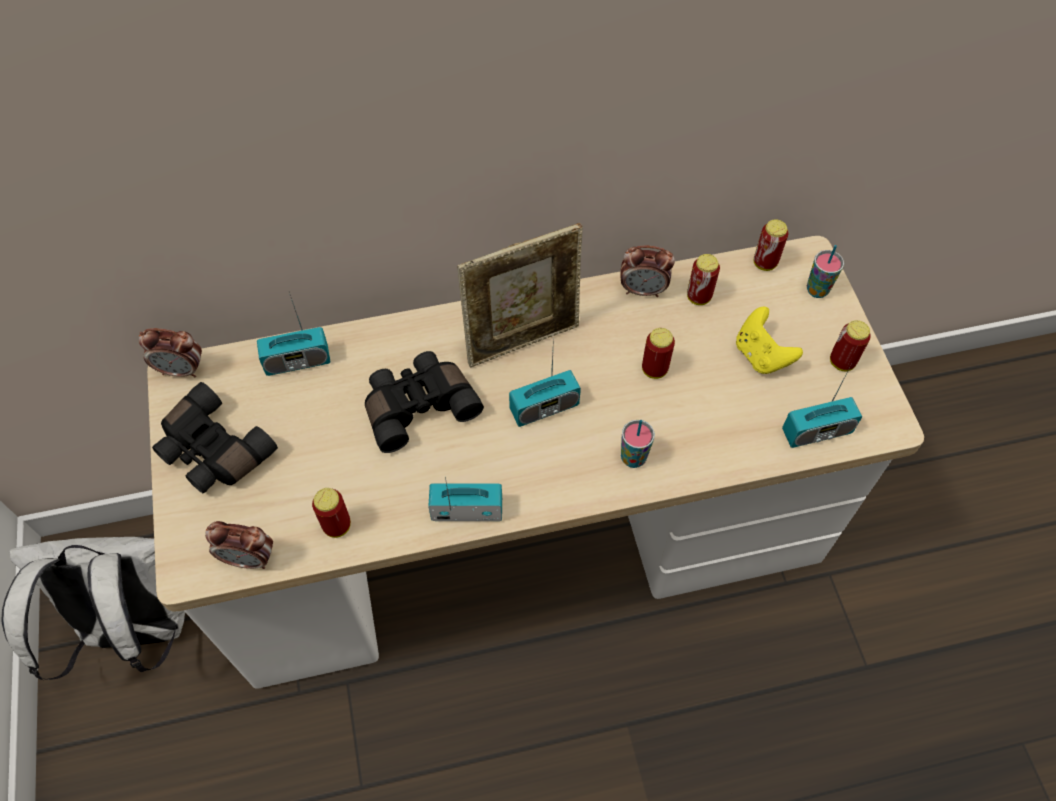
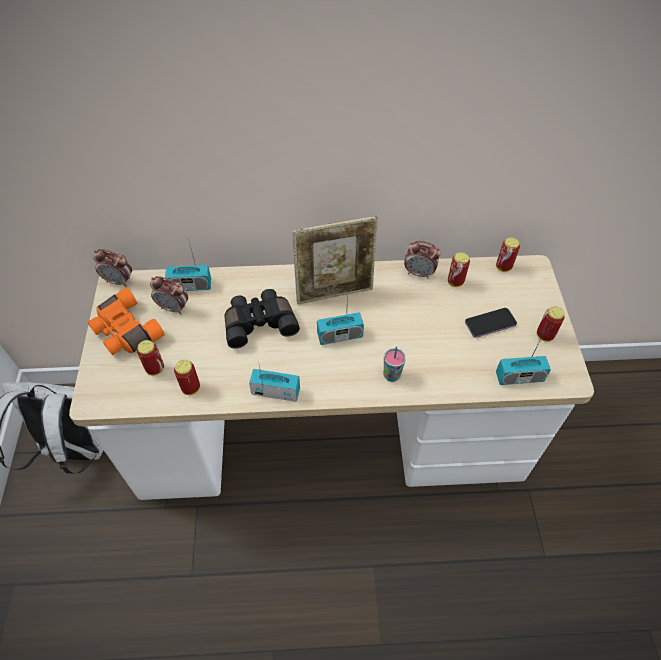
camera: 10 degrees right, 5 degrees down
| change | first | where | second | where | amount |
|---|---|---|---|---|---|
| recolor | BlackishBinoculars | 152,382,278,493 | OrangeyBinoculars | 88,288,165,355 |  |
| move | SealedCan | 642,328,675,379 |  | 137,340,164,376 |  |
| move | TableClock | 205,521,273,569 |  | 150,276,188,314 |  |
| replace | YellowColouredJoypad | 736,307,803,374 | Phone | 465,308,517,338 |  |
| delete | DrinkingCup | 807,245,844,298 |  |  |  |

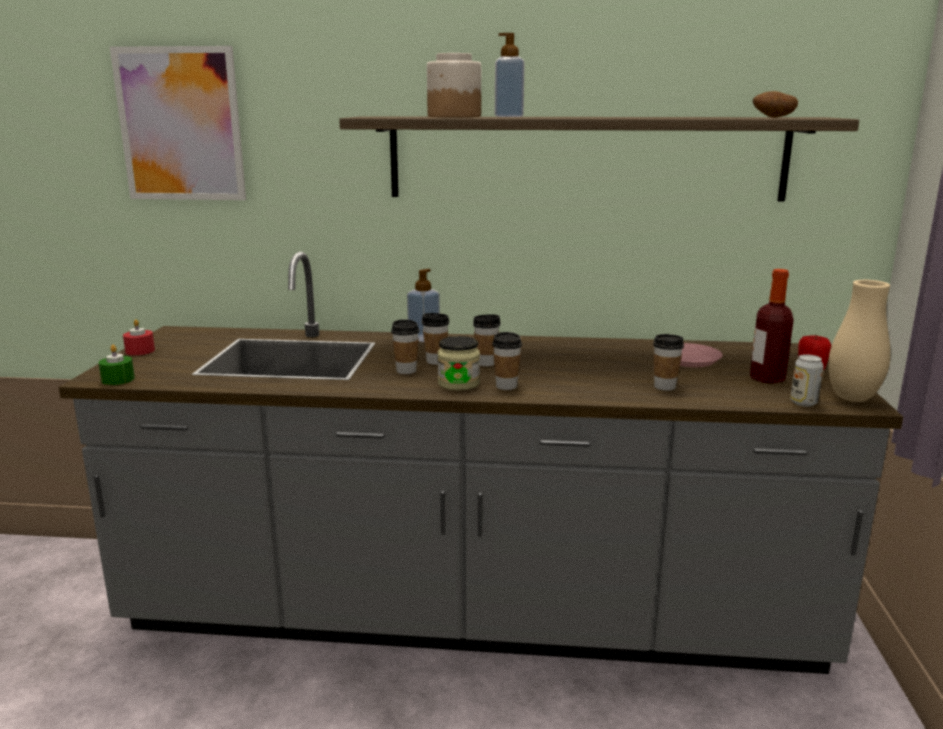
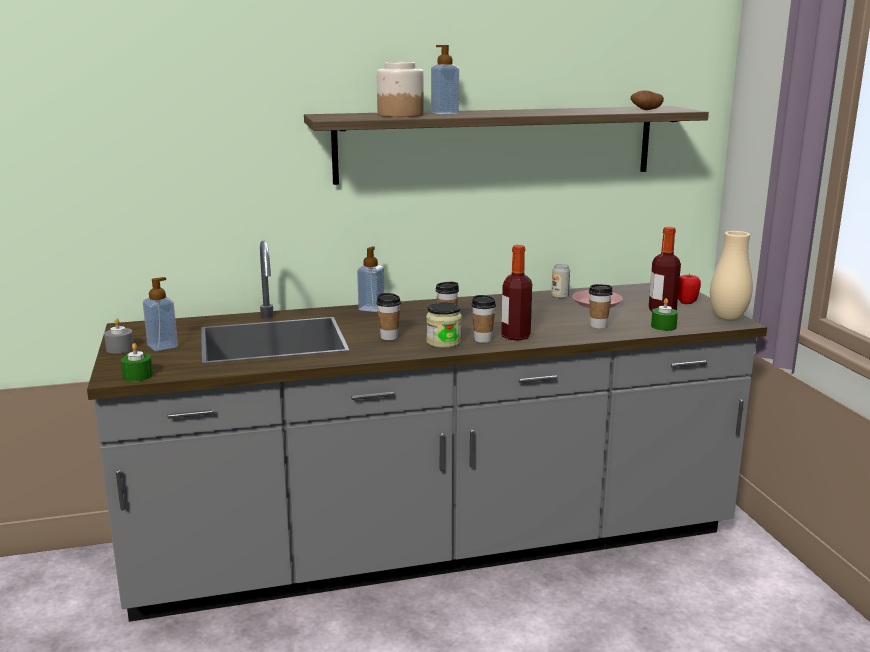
camera: 20 degrees left, 0 degrees up
| change | first | where | second | where | amount |
|---|---|---|---|---|---|
| recolor | ReddishWaxCandle | 123,319,155,355 | GrayWaxCandle | 104,318,134,354 |  |
| insert |  |  | LiquidSoapBottle | 143,277,178,351 |  |
| insert |  |  | DrinkBottle | 501,245,532,341 |  |
| move | SealedCan | 790,354,824,407 |  | 551,264,570,299 |  |
| insert |  |  | GreenColouredWaxCandle | 651,298,678,331 |  |
| delete | Picture | 110,46,246,200 |  |  |  |
| delete | DrinkingCup | 422,313,449,365 |  |  |  |

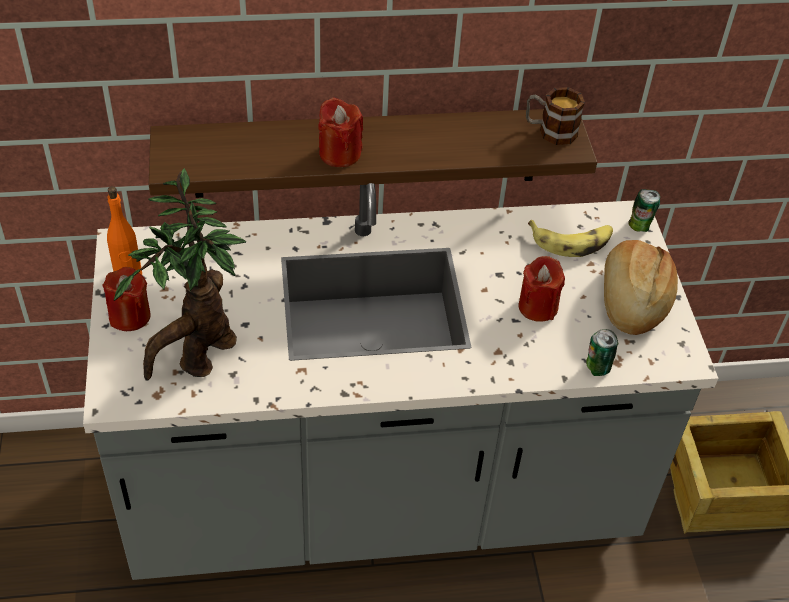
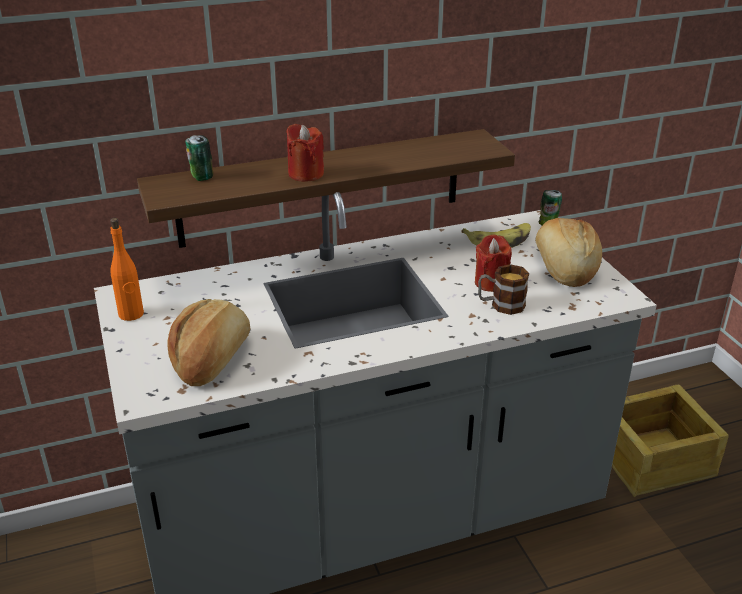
camera: 10 degrees left, 15 degrees down
| change | first | where | second | where | amount |
|---|---|---|---|---|---|
| replace | Houseplant | 114,168,246,381 | Bread | 168,299,250,386 |  |
| move | SealedCan | 586,329,618,376 |  | 185,135,213,181 |  |
| move | TeaMug | 526,87,585,145 |  | 478,264,529,315 |  |
| delete | ReddishWaxCandle | 102,267,151,331 |  |  |  |

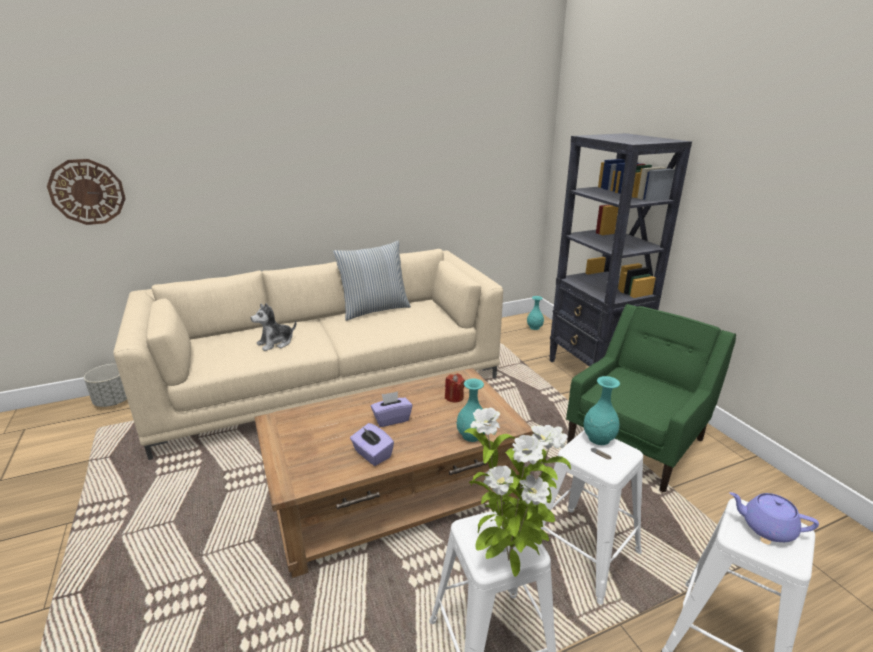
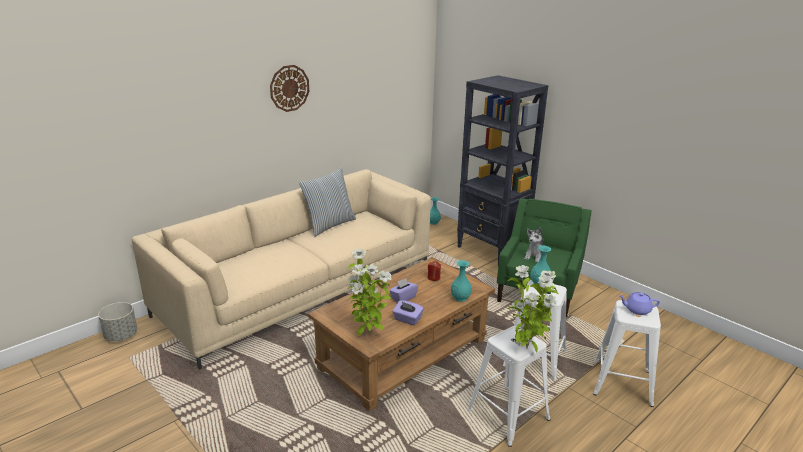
camera: 20 degrees left, 0 degrees up
| change | first | where | second | where | amount |
|---|---|---|---|---|---|
| move | HangingClock | 47,159,126,225 |  | 270,65,309,112 |  |
| insert |  |  | Houseplant | 347,248,392,335 |  |
| move | CuddlyToy | 250,303,296,351 |  | 524,227,547,263 |  |

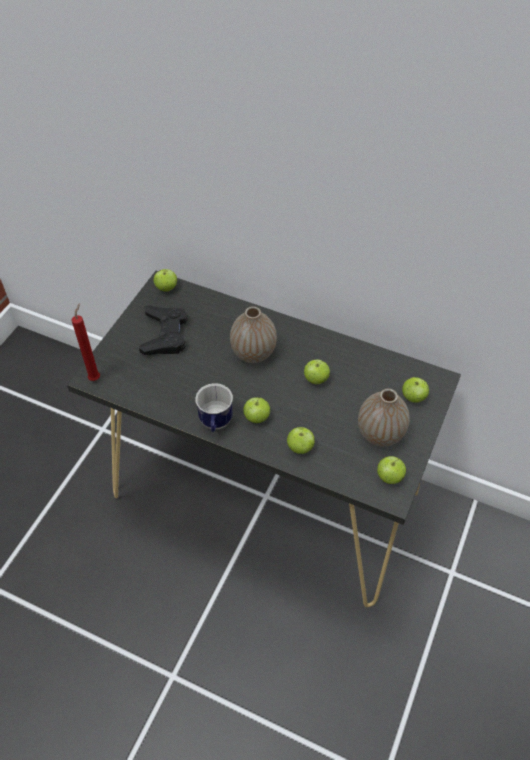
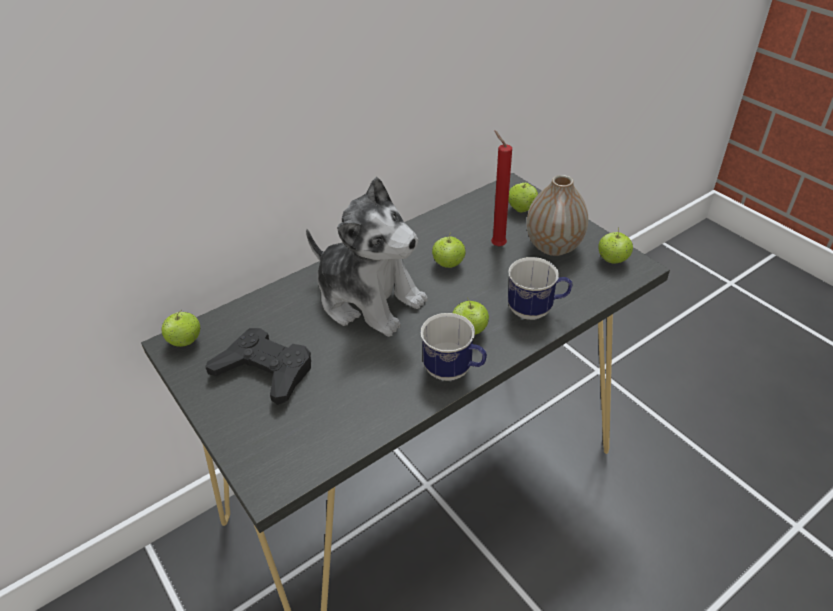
camera: 60 degrees left, 10 degrees down
| change | first | where | second | where | amount |
|---|---|---|---|---|---|
| replace | FlowerVase | 230,306,277,363 | CuddlyToy | 306,177,428,337 |  |
| move | ReddishWaxCandle | 71,303,100,381 |  | 491,130,512,247 |  |
| replace | Apple | 287,427,315,454 | TeaMug | 508,257,573,320 |  |

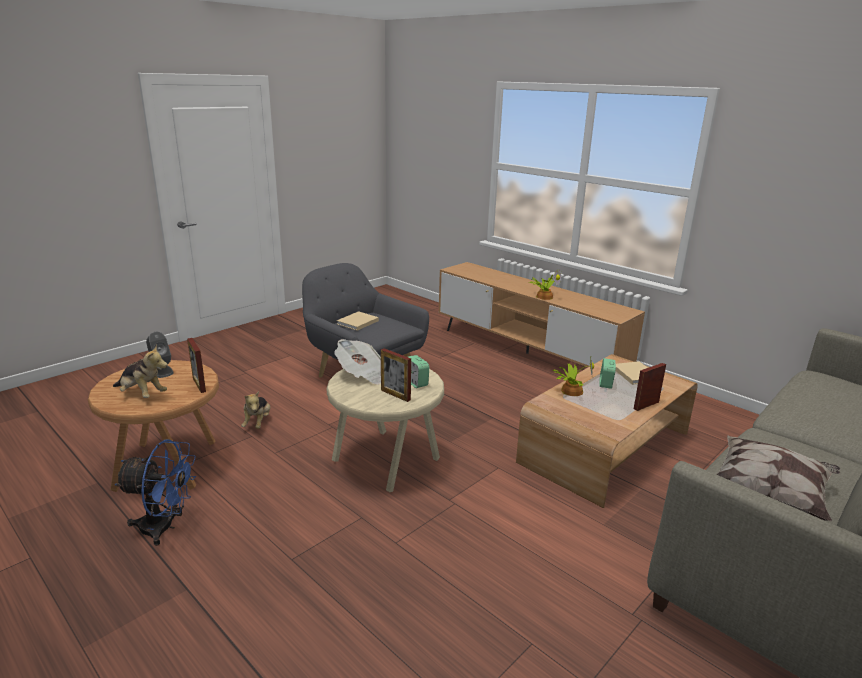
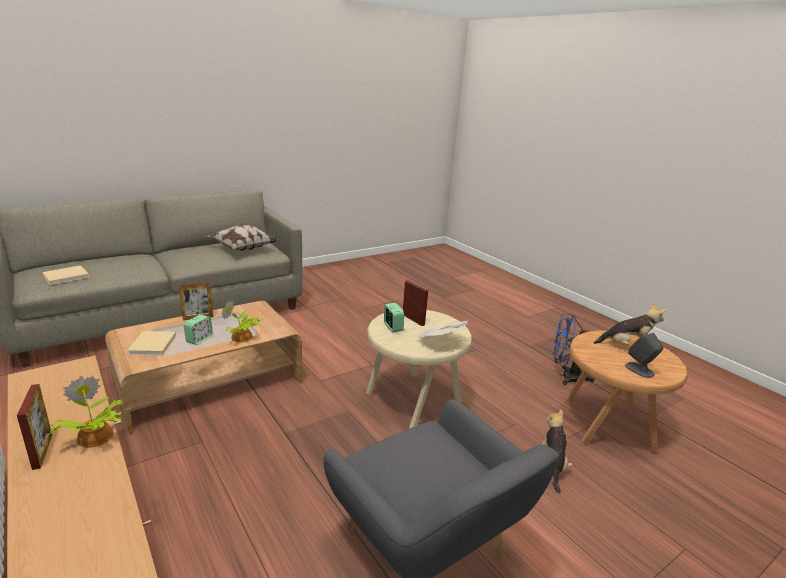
camera: 170 degrees left, 0 degrees up
| change | first | where | second | where | amount |
|---|---|---|---|---|---|
| move | StandingFrame | 187,338,206,393 |  | 17,384,52,470 |  |
| move | BeigeBoundBook | 337,311,379,331 |  | 42,265,89,285 |  |
| rotate | CuddlyToy | 113,344,168,398 |  | 594,302,666,346 | 150 degrees clockwise |

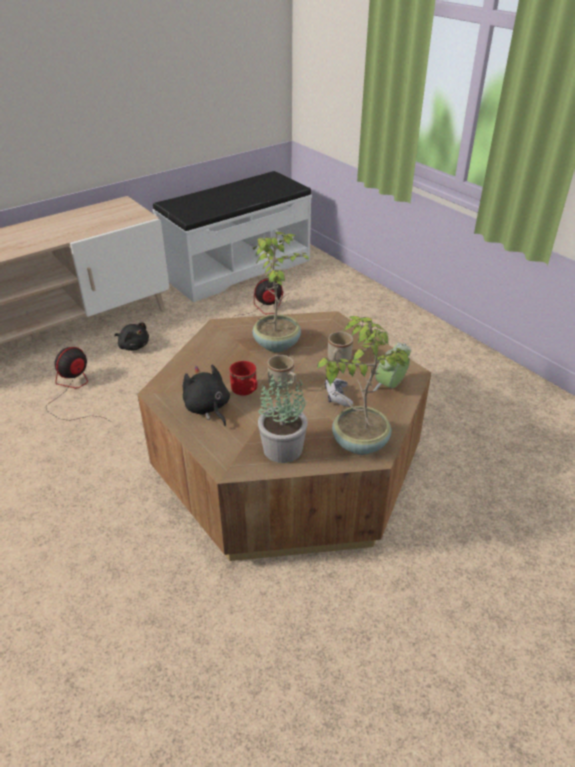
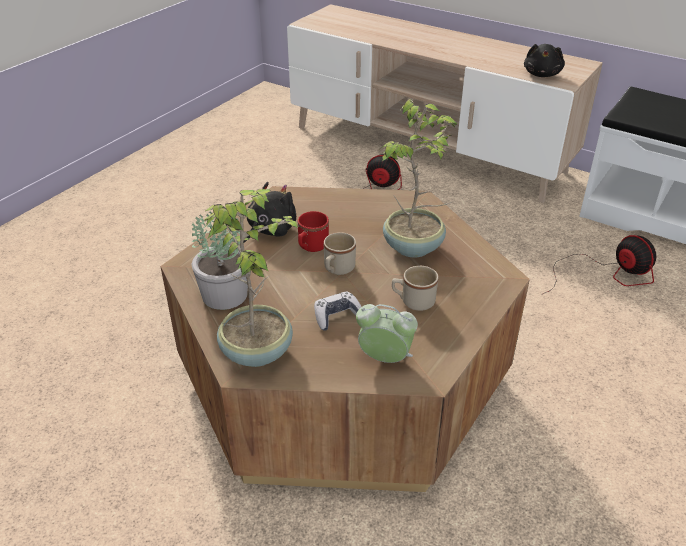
camera: 70 degrees right, 0 degrees up
| change | first | where | second | where | amount |
|---|---|---|---|---|---|
| move | BlackishCuddlyToy | 115,322,149,351 |  | 524,44,565,77 |  |

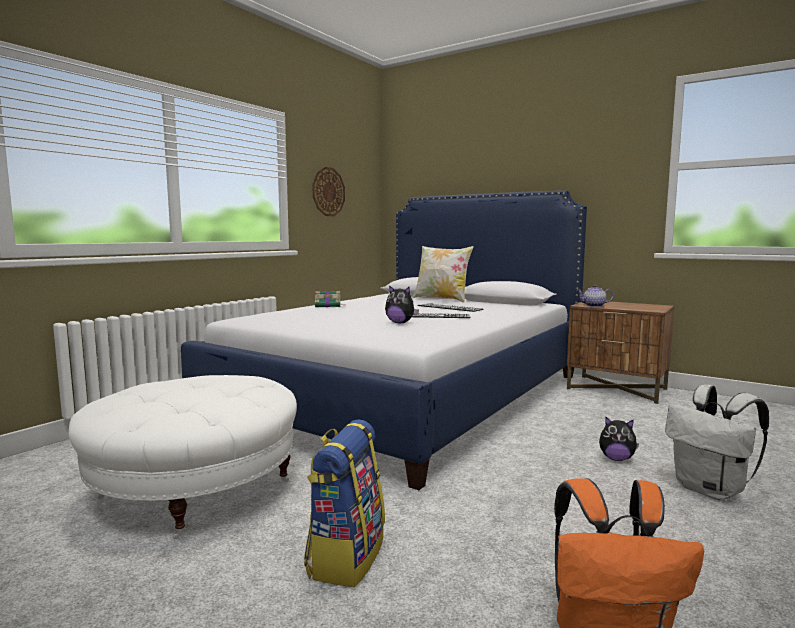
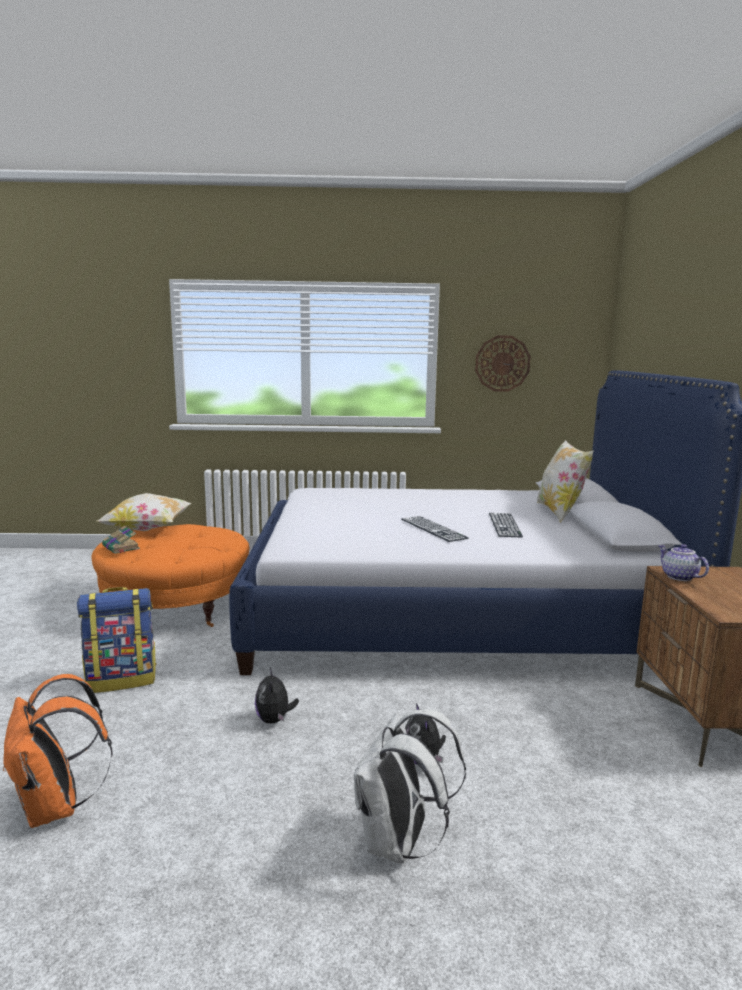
camera: 55 degrees right, 5 degrees up
| change | first | where | second | where | amount |
|---|---|---|---|---|---|
| recolor | WhiteOttoman | 69,375,297,540 | OrangeyOttoman | 91,524,249,627 |  |
| insert |  |  | Pillow | 97,493,192,531 |  |
| move | BoundBook | 315,291,343,307 |  | 102,526,140,554 |  |
| move | CuddlyToy | 385,285,419,324 |  | 255,668,299,724 |  |

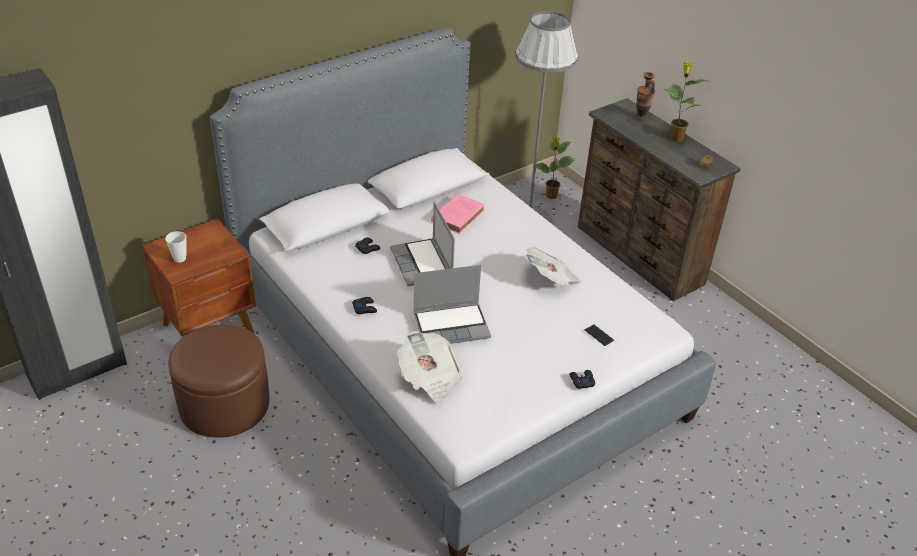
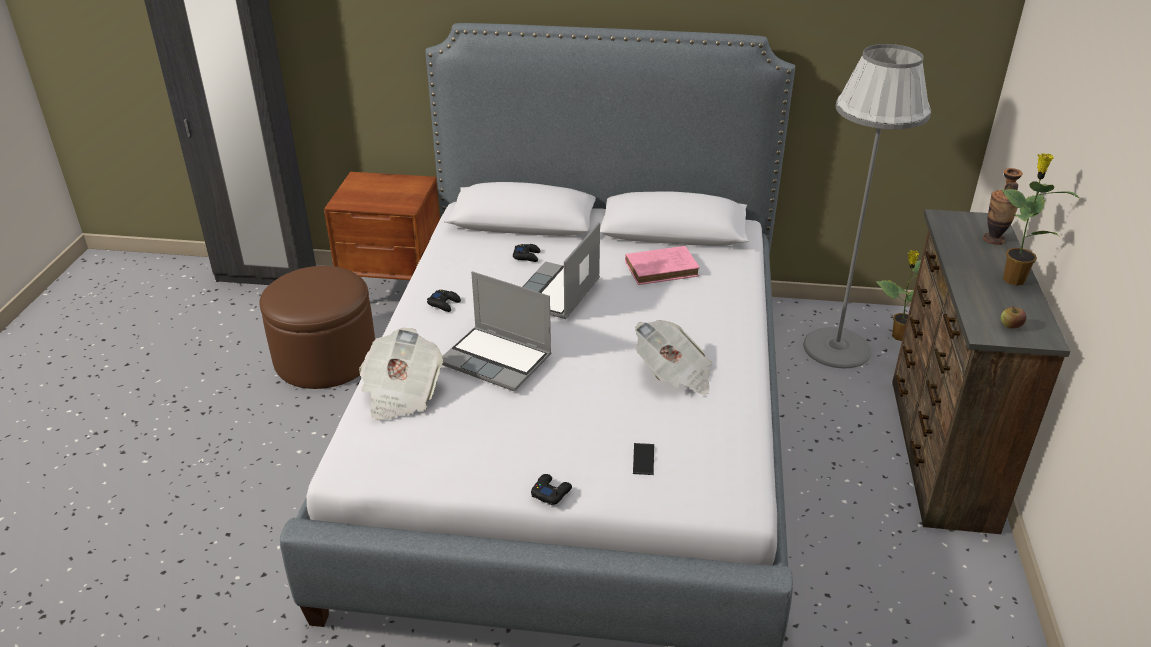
camera: 45 degrees right, 5 degrees down
| change | first | where | second | where | amount |
|---|---|---|---|---|---|
| delete | DrinkingCup | 165,231,187,263 |  |  |  |

